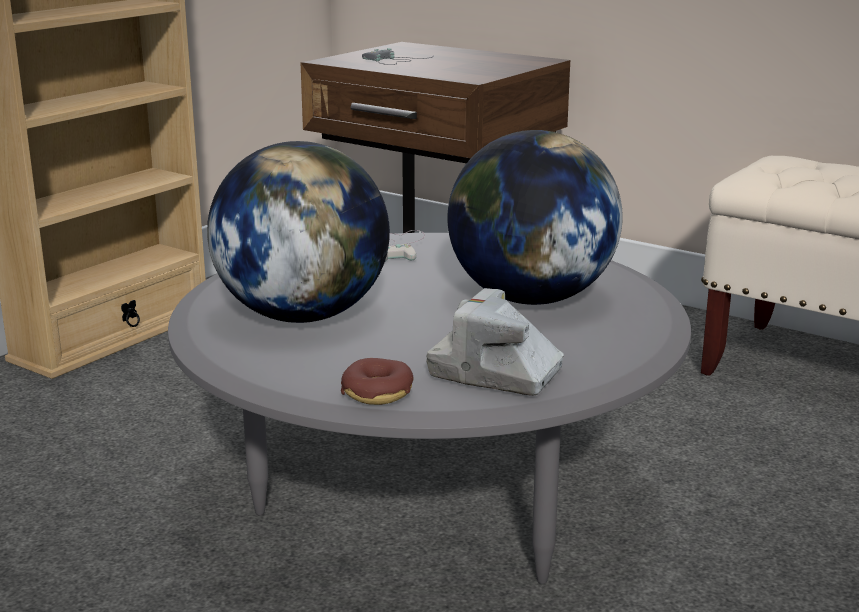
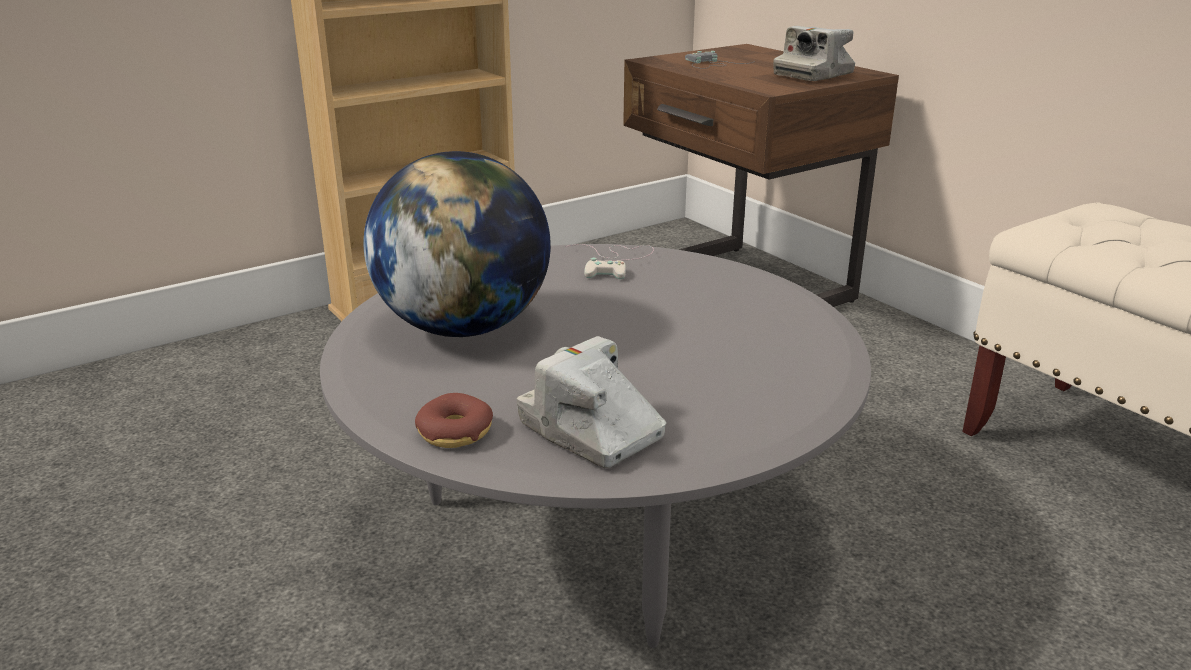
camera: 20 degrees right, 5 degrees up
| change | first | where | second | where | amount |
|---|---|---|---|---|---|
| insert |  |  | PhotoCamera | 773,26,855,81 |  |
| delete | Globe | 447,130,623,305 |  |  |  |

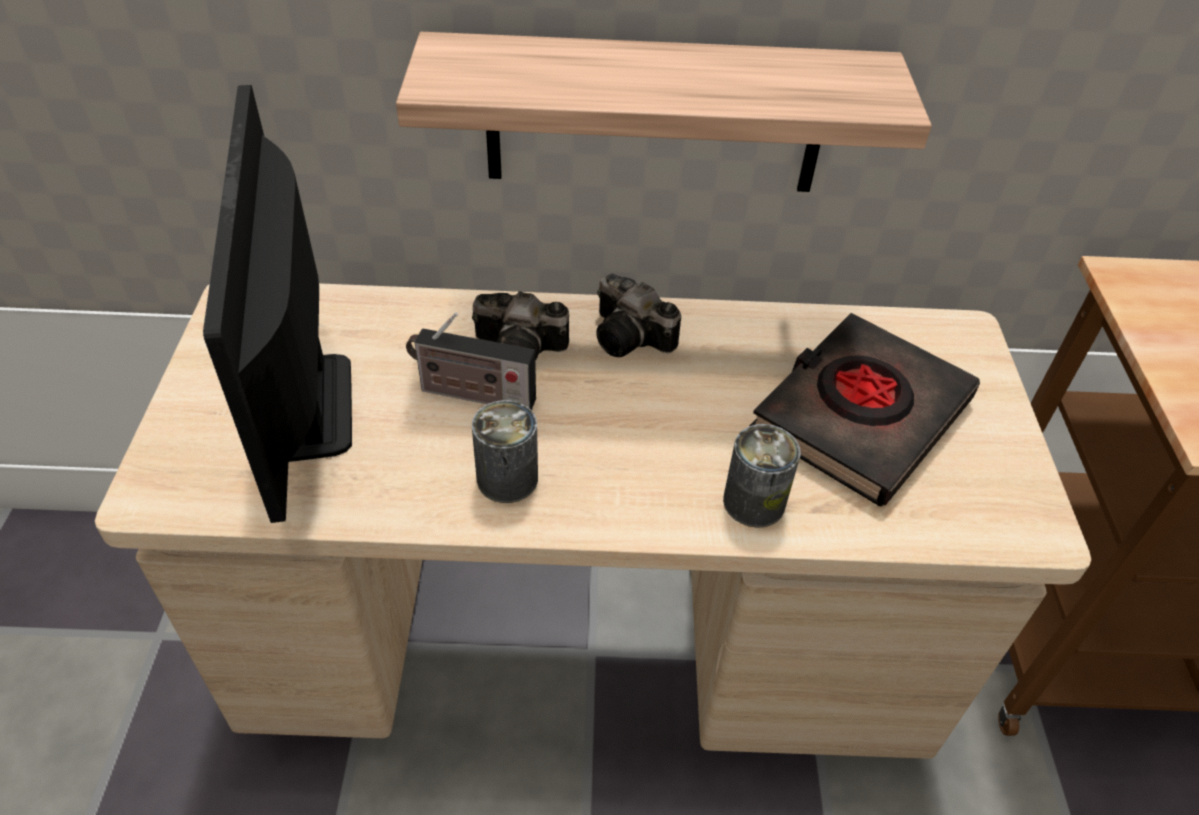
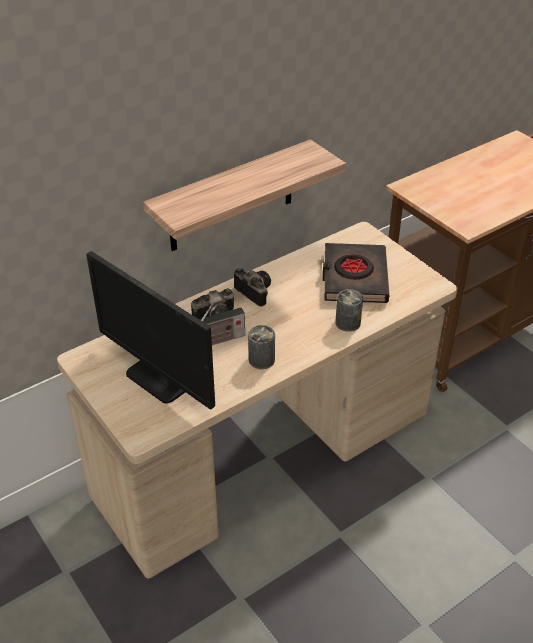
camera: 35 degrees left, 5 degrees down
| change | first | where | second | where | amount |
|---|---|---|---|---|---|
| rotate | PhotoCamera | 596,273,681,357 |  | 234,268,271,307 | 135 degrees counterclockwise |

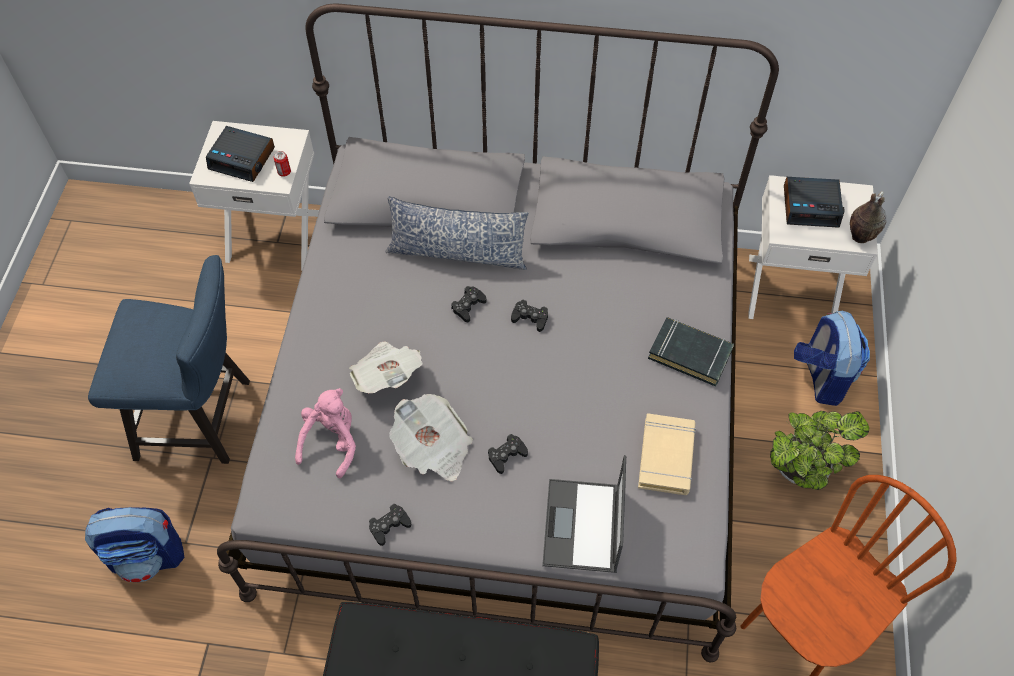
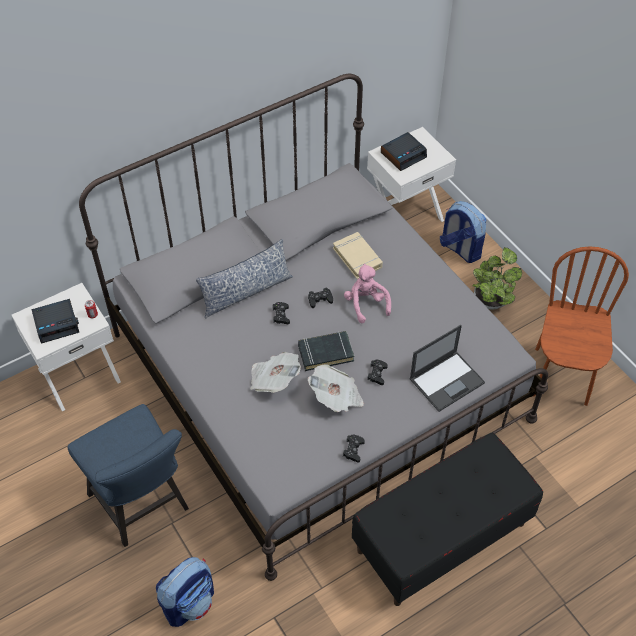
camera: 40 degrees left, 5 degrees down
| change | first | where | second | where | amount |
|---|---|---|---|---|---|
| rotate | BlueColouredUprightChair | 88,255,250,464 |  | 67,404,189,547 | 90 degrees clockwise |
| move | BlackishBoundBook | 648,317,734,386 |  | 298,331,354,371 |  |
| move | BeigeBoundBook | 638,413,696,495 |  | 333,232,383,280 |  |
| move | PinkCuddlyToy | 295,388,356,479 |  | 344,264,391,323 |  |
| rotate | PortableComputer | 542,455,626,573 |  | 410,325,485,412 | 90 degrees counterclockwise |
| delete | FlowerVase | 850,191,887,243 |  |  |  |

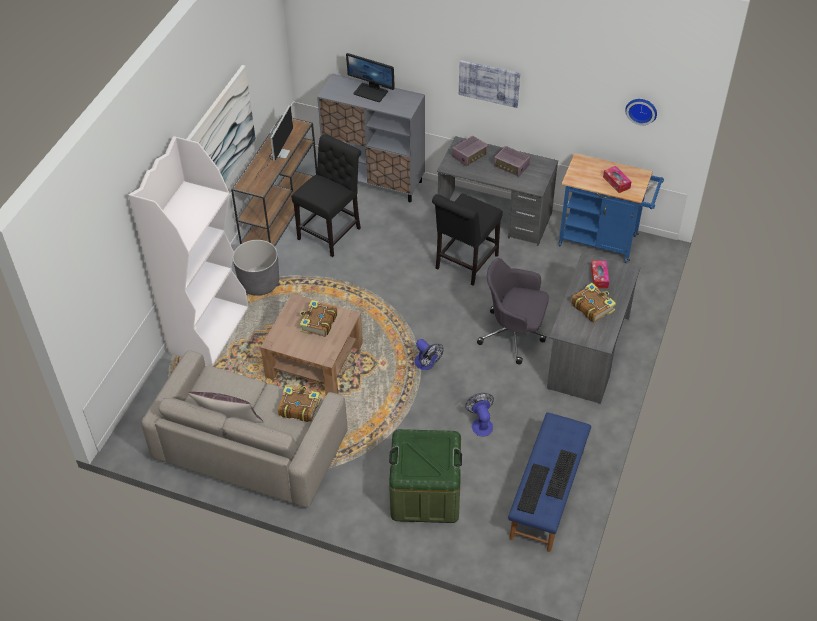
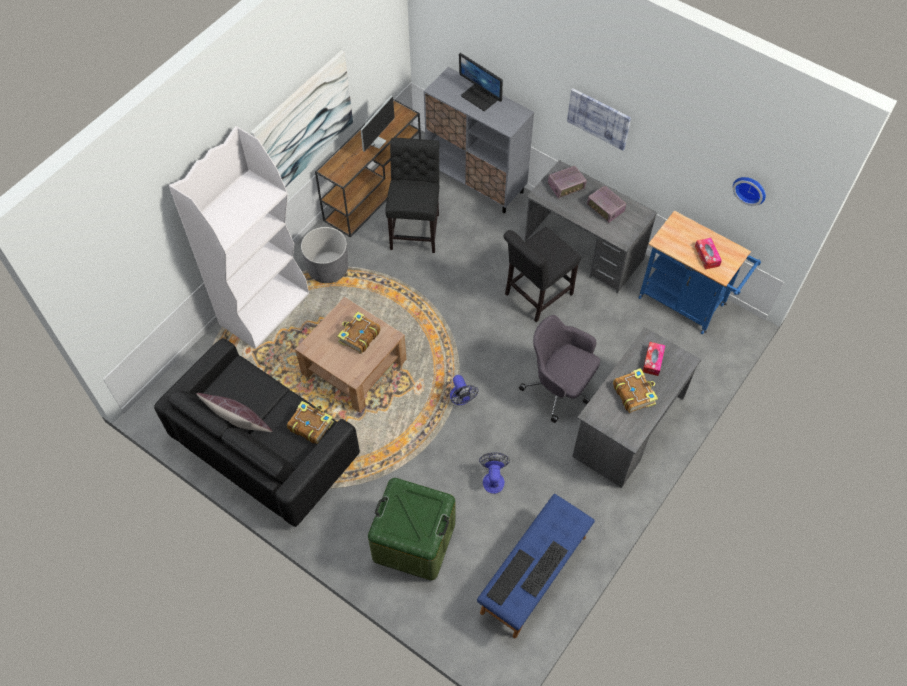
camera: 15 degrees right, 10 degrees up
| change | first | where | second | where | amount |
|---|---|---|---|---|---|
| recolor | BeigeCouch | 141,350,348,508 | BlackishCouch | 154,338,360,527 |  |
| rotate | BlackishUprightChair | 291,134,361,257 |  | 385,138,440,253 | 45 degrees counterclockwise |

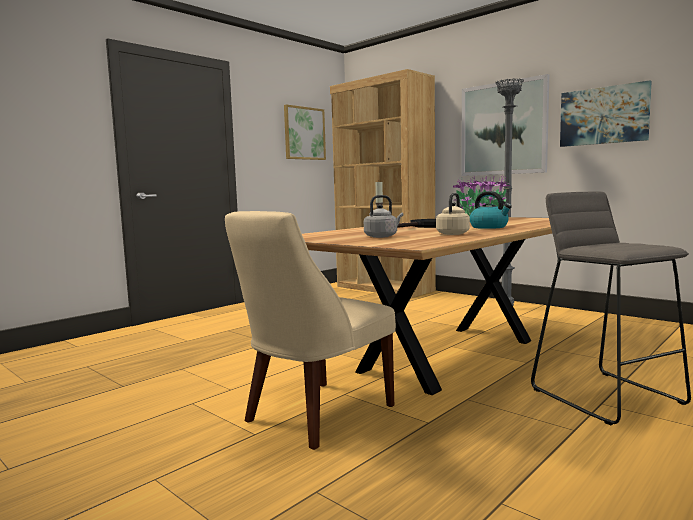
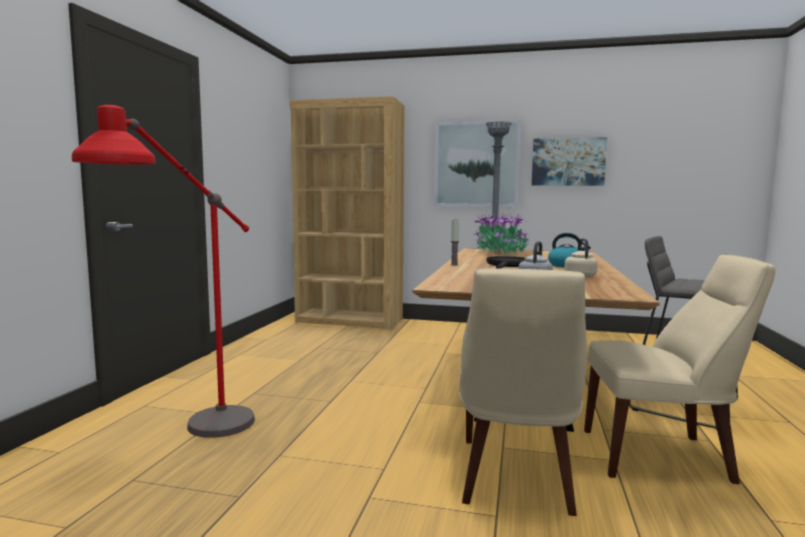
camera: 30 degrees left, 0 degrees up
| change | first | where | second | where | amount |
|---|---|---|---|---|---|
| insert |  |  | ReddishStandardLamp | 72,105,255,438 |  |
| insert |  |  | BeigeUprightChair | 584,254,775,484 |  |
| delete | Picture | 284,104,326,160 |  |  |  |

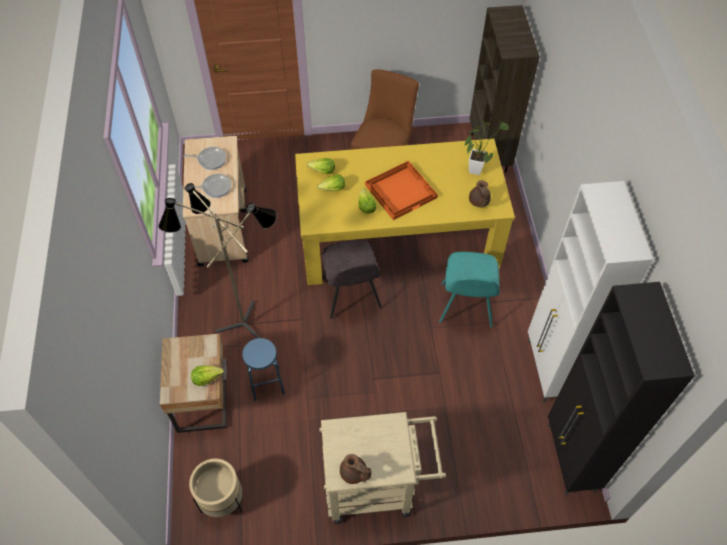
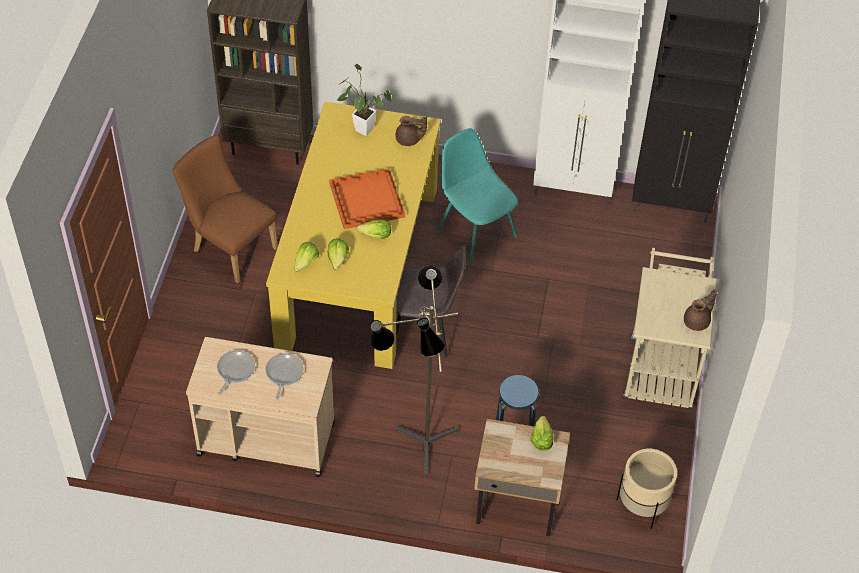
camera: 75 degrees left, 5 degrees down
| change | first | where | second | where | amount |
|---|---|---|---|---|---|
| rotate | TurquoiseColouredUprightChair | 439,252,500,328 |  | 437,128,518,265 | 150 degrees counterclockwise |

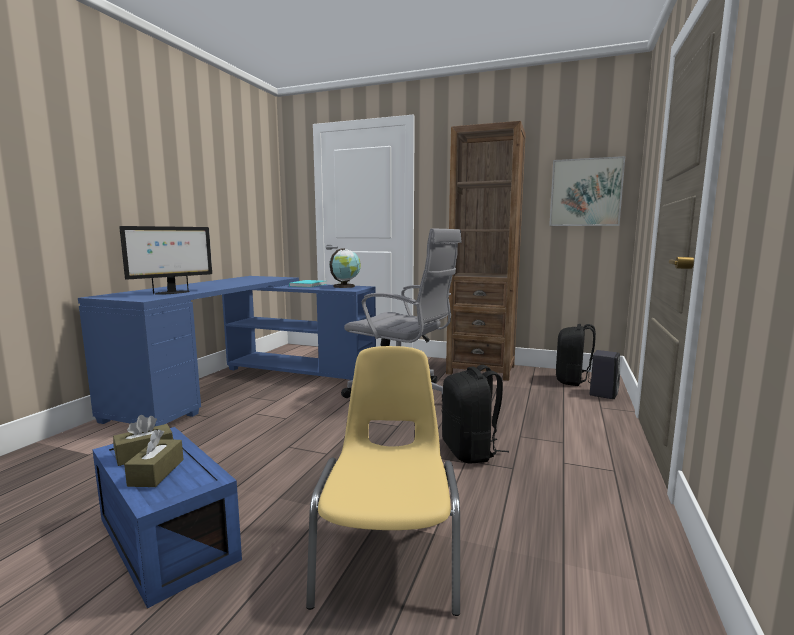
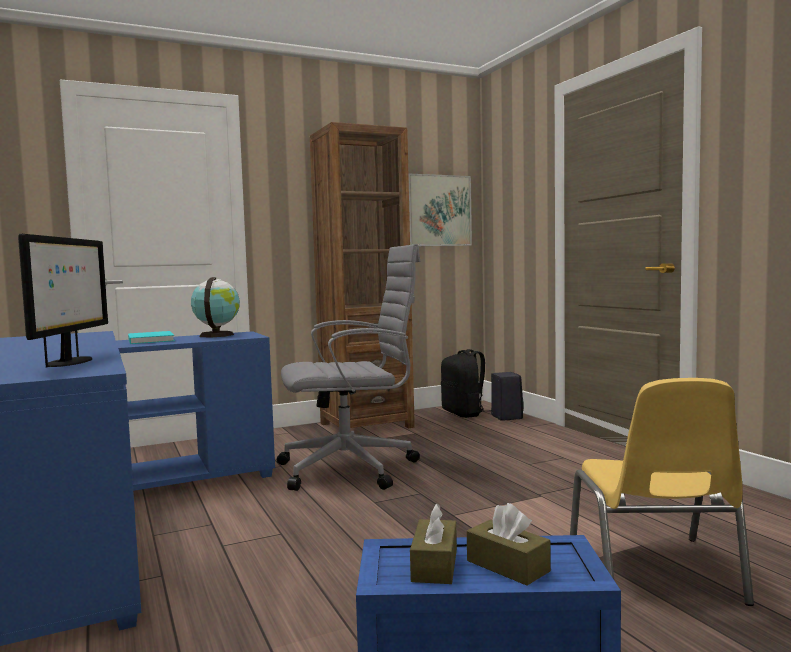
camera: 45 degrees left, 5 degrees down
| change | first | where | second | where | amount |
|---|---|---|---|---|---|
| rotate | YellowColouredUprightChair | 306,346,460,616 |  | 570,378,754,606 | 135 degrees counterclockwise |
| delete | BlackishRucksack | 442,365,509,464 |  |  |  |

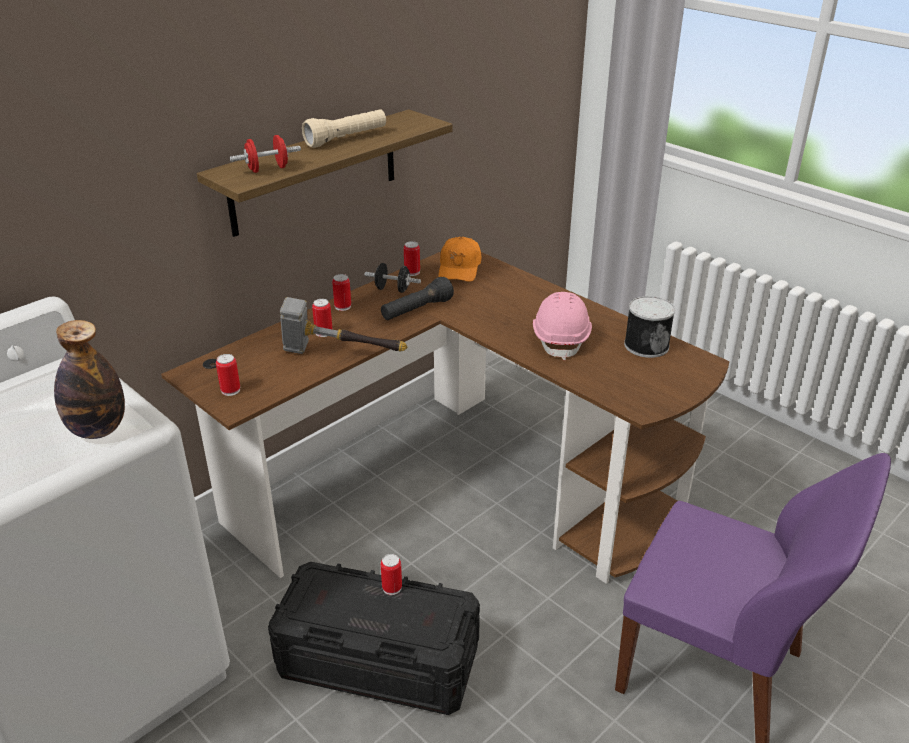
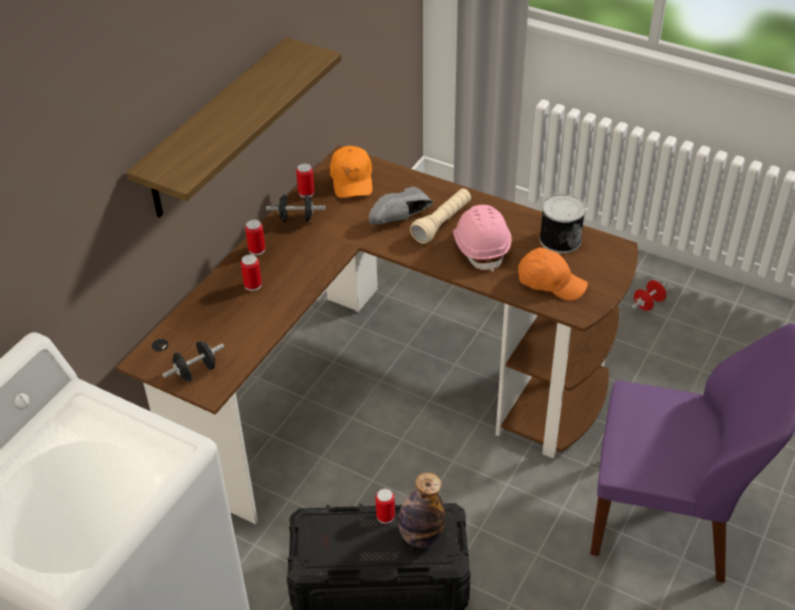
camera: 15 degrees left, 10 degrees up
| change | first | where | second | where | amount |
|---|---|---|---|---|---|
| replace | SealedCan | 216,354,240,396 | BlackishFreeWeight | 162,341,224,381 |  |
| insert |  |  | GrayItemOfFootwear | 368,187,433,225 |  |
| move | DrinkBottle | 54,320,125,439 |  | 398,472,446,548 |  |
| move | BeigeTorch | 302,109,386,148 |  | 410,188,471,244 |  |
| insert |  |  | OrangeyBaseballCap | 518,247,588,301 |  |
| move | ReddishFreeWeight | 230,135,301,173 |  | 632,280,667,311 |  |
| delete | HandHammer | 280,297,408,354 |  |  |  |
| delete | BlackishTorch | 381,277,454,320 |  |  |  |

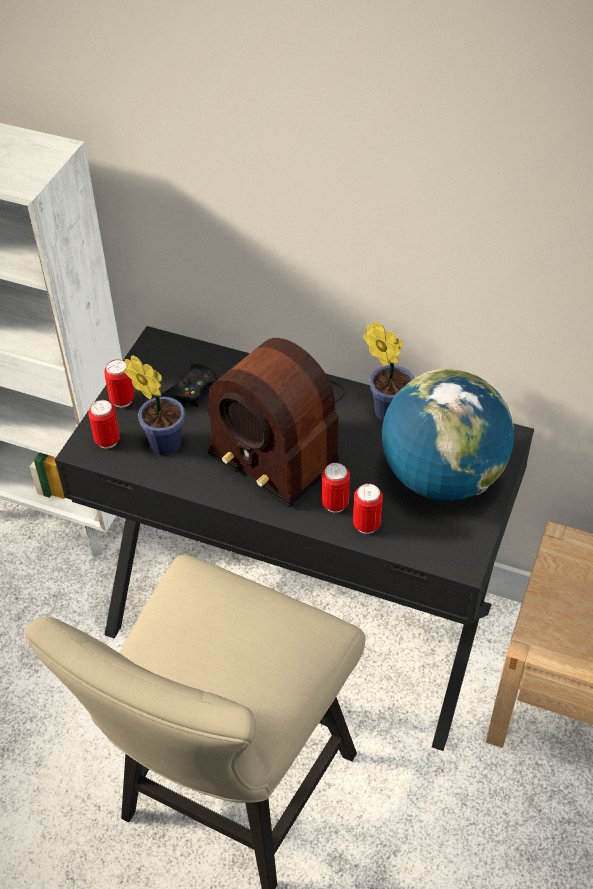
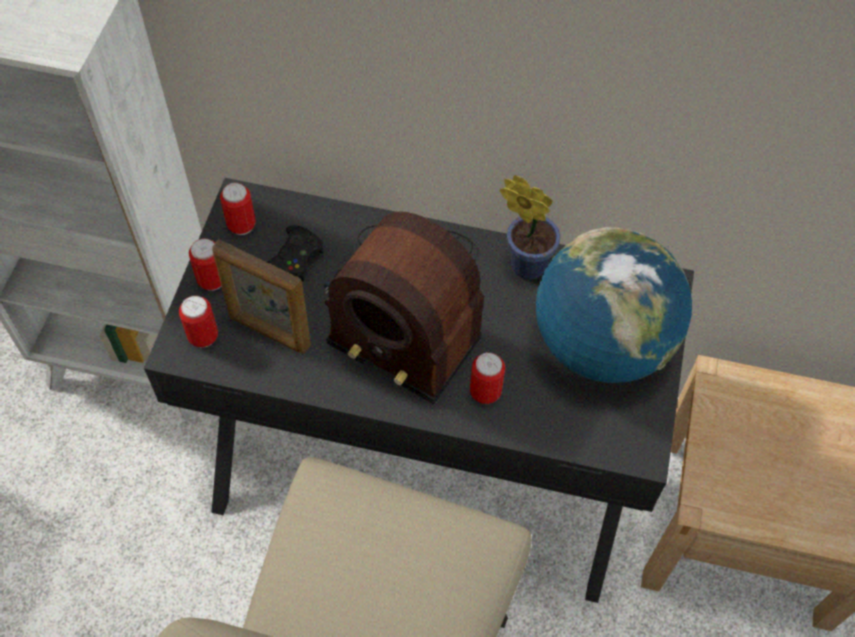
camera: 10 degrees left, 10 degrees up
| change | first | where | second | where | amount |
|---|---|---|---|---|---|
| replace | Houseplant | 124,355,185,455 | StandingFrame | 212,239,311,354 |  |
| move | SealedCan | 353,483,383,534 |  | 220,183,256,235 |  |

